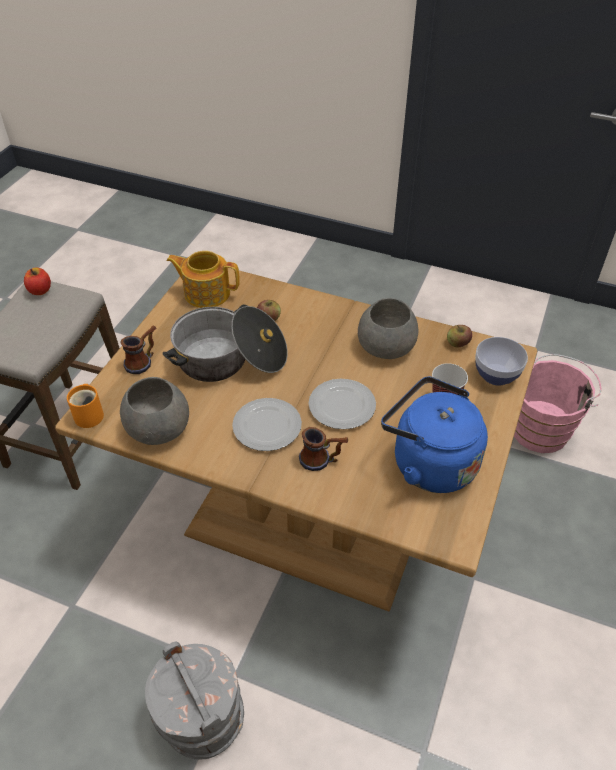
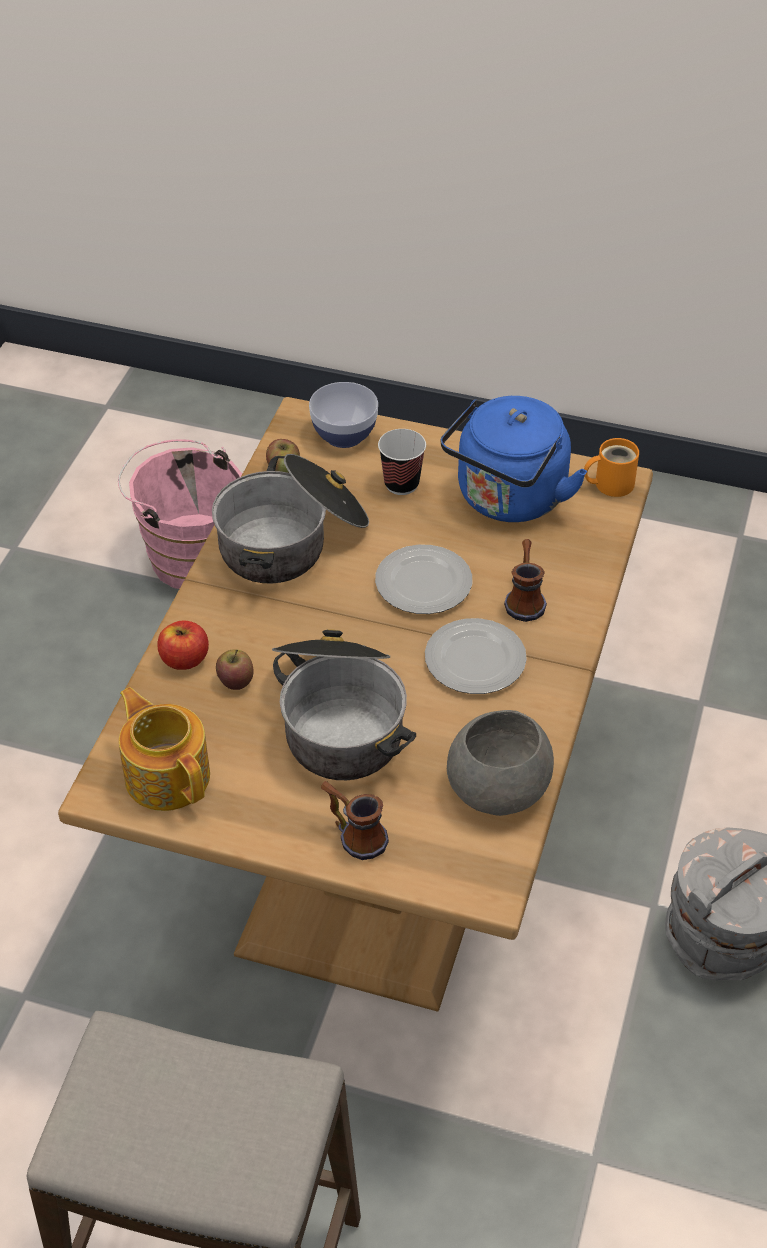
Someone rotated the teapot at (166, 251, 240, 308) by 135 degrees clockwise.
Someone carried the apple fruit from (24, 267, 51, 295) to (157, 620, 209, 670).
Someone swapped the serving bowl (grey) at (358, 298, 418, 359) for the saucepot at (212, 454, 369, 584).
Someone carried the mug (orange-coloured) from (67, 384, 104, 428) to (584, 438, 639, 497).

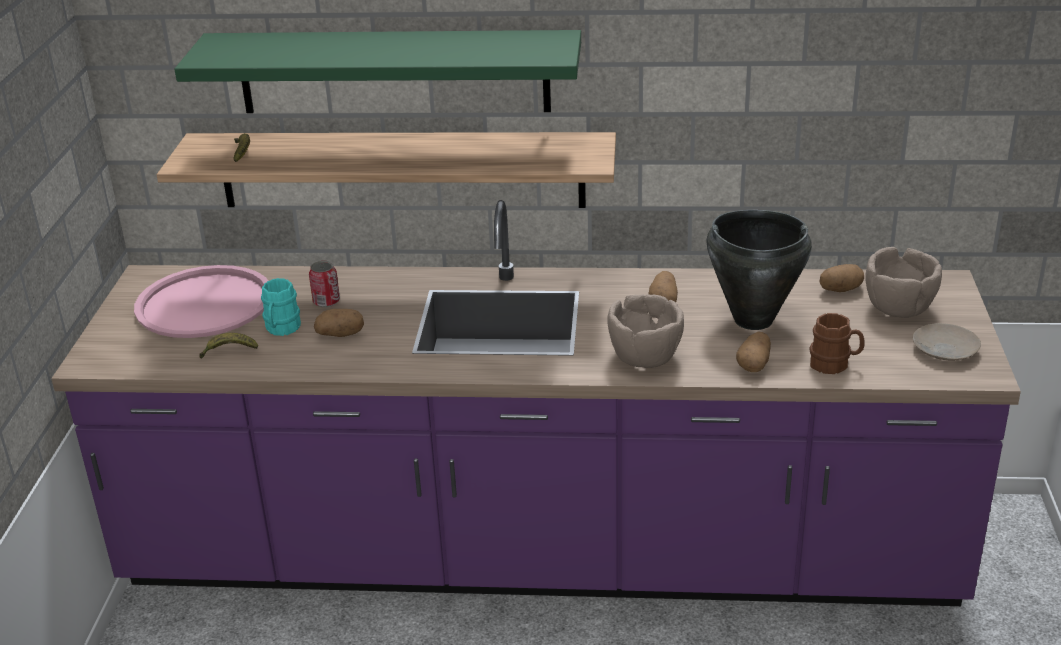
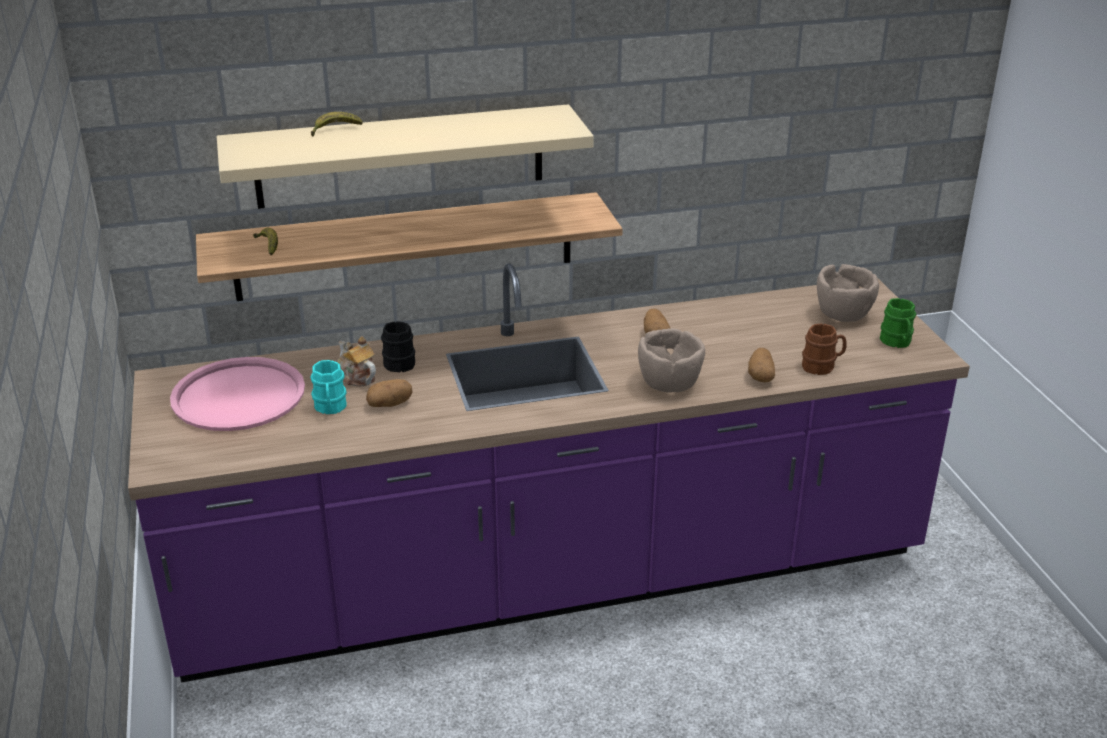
Someone repainted the shelf (green) at (175, 30, 581, 113), which became the shelf (beige-coloured) at (217, 104, 594, 209).
Someone took away the saucepot (black-coloured) at (706, 210, 812, 330).
Someone swapped the sealed can at (309, 261, 340, 308) for the teapot at (337, 336, 376, 386).
Someone took away the spud at (820, 264, 864, 292).
Someone swapped the dinner plate (beige-coloured) at (913, 323, 981, 361) for the mug (green) at (880, 298, 916, 348).
Someone carried the banana fruit from (199, 333, 258, 359) to (311, 112, 363, 137).
Someone put down the mug (black-coloured) at (381, 321, 415, 372).

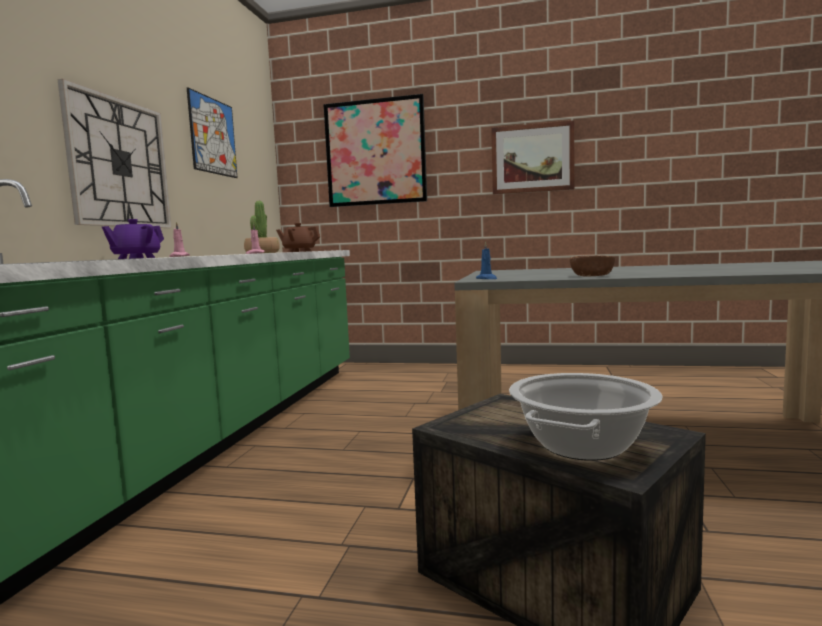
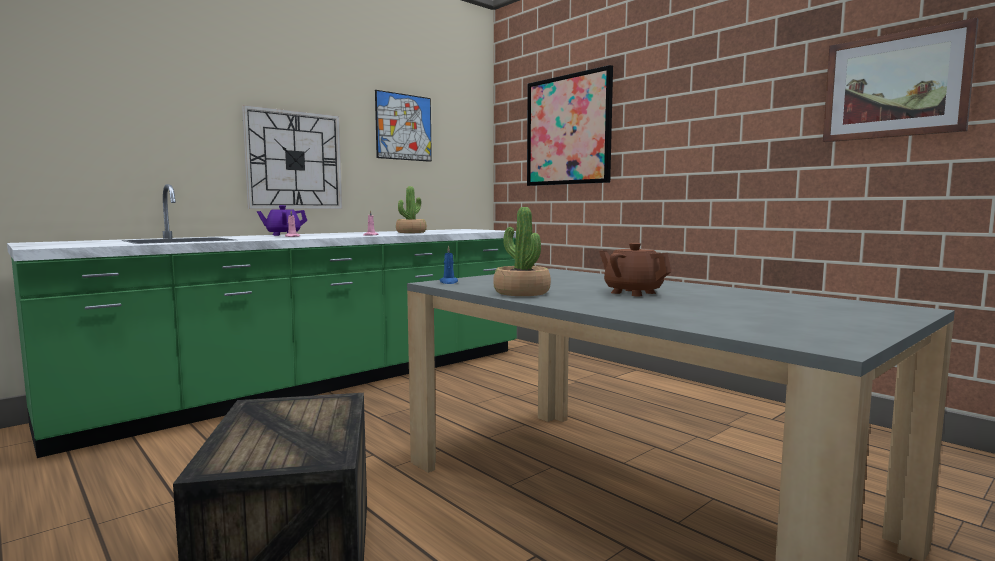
Someone carried the picture from (491, 120, 574, 194) to (823, 18, 979, 142).
Someone carried the teapot (brown-coloured) from (276, 223, 320, 252) to (599, 243, 671, 296).
Someone swapped the serving bowl (brown-coloured) at (570, 255, 615, 276) for the houseplant at (493, 207, 551, 296).
Someone took away the saucepot at (509, 373, 663, 461).

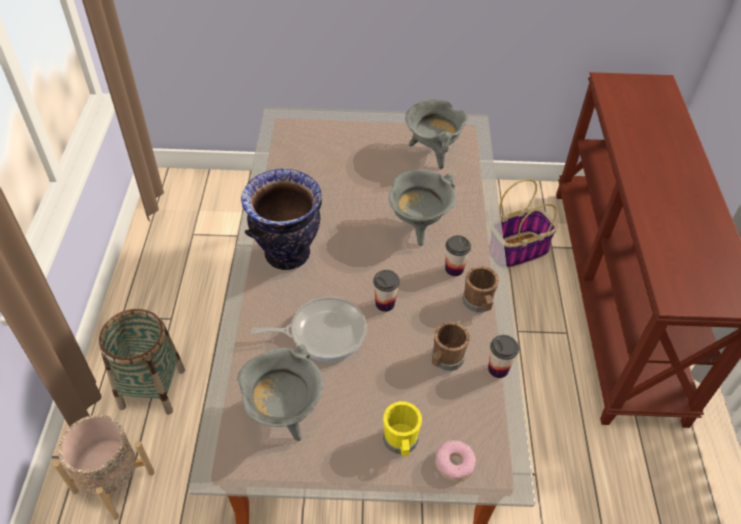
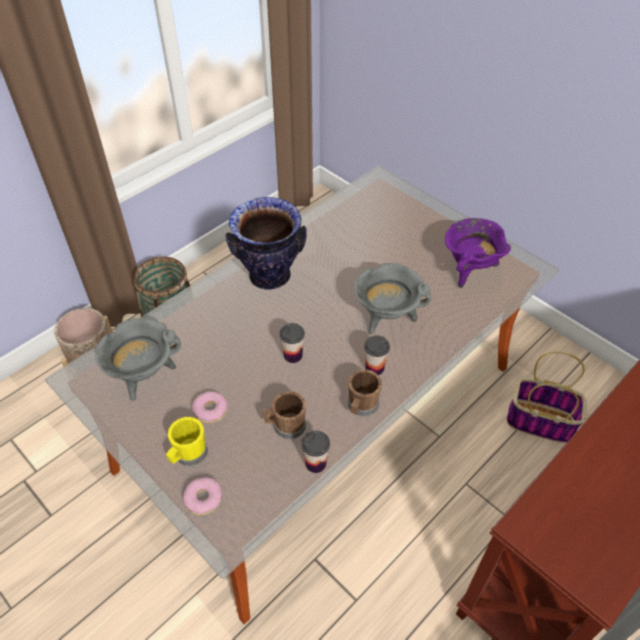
Someone repainted the saucepot (grey) at (405, 99, 469, 169), which became the saucepot (purplish) at (445, 218, 511, 288).
Someone took away the pan at (251, 297, 367, 361).
Someone put down the ring doughnut at (192, 391, 228, 424).

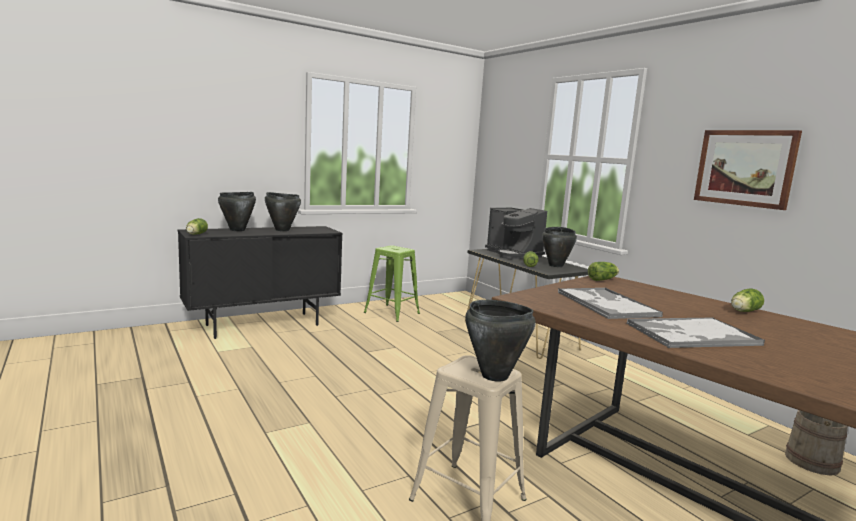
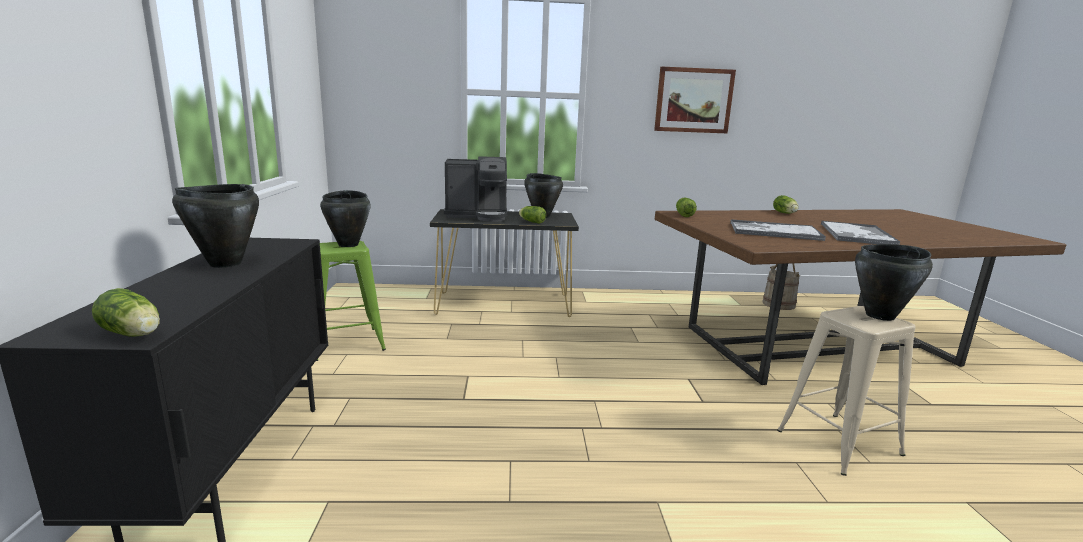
Someone carried the saucepot (black-coloured) from (218, 192, 256, 231) to (320, 190, 370, 247).

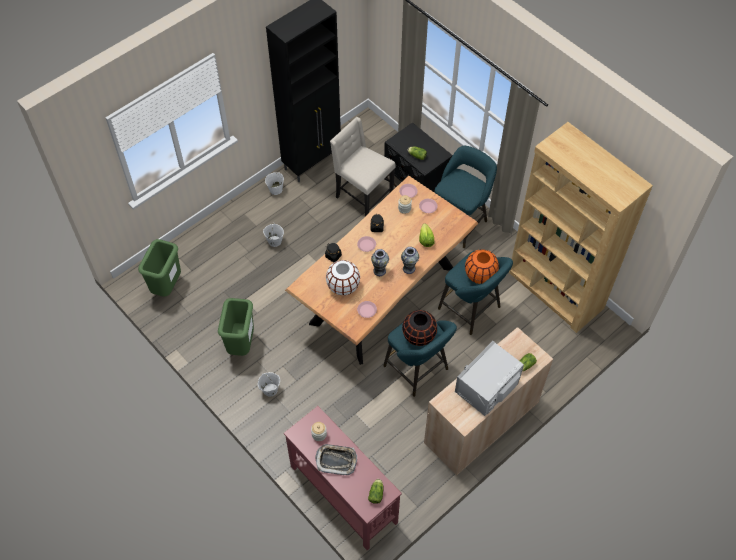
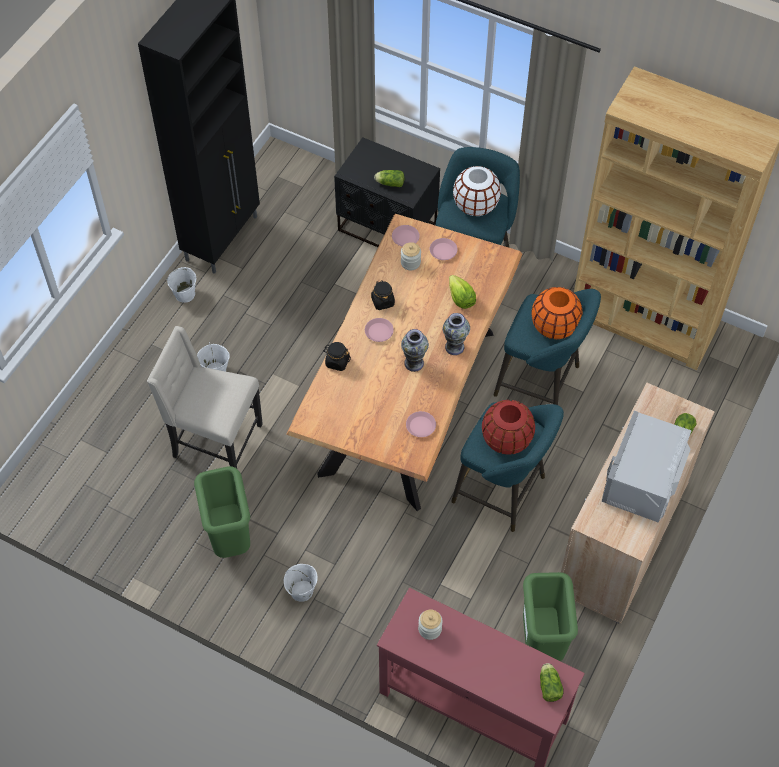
Someone carried the plain chair (beige-coloured) from (330, 117, 395, 216) to (147, 326, 263, 468).
Someone carried the waste bin (green) from (138, 239, 181, 297) to (523, 572, 578, 661).
Someone carried the flower vase (white) from (326, 260, 360, 296) to (453, 166, 501, 216).
Someone repainted the flower vase (black-coloured) at (402, 310, 437, 346), which became the flower vase (red) at (482, 400, 535, 455).
Someone took away the carrying tray at (315, 444, 357, 475).

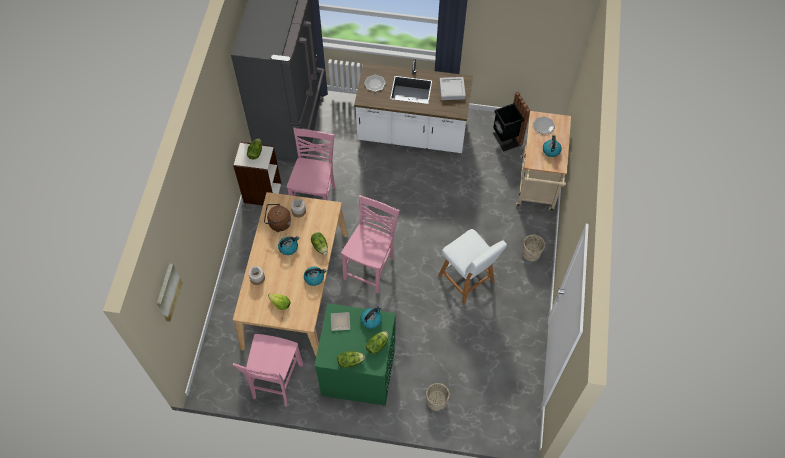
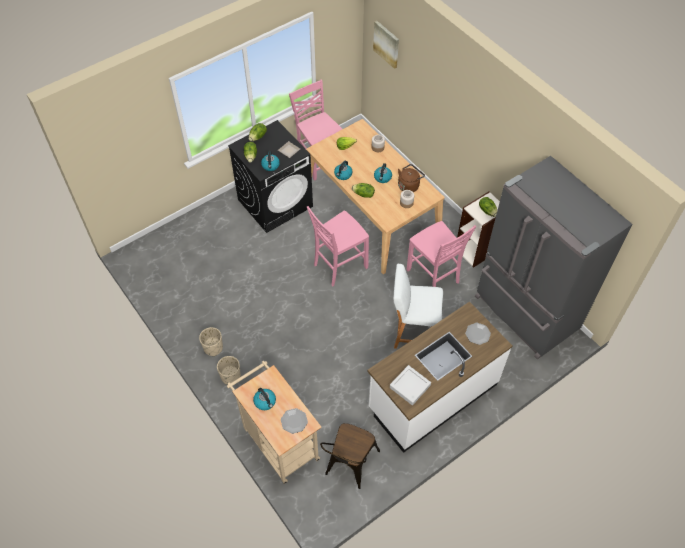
Someone swapped the waste bin (black-coloured) at (493, 92, 531, 151) for the plain chair (brown-coloured) at (320, 423, 380, 489).
Someone rotated the plain chair (pink) at (341, 195, 400, 294) by 75 degrees clockwise.
Someone carried the stool seat (white) from (438, 229, 507, 304) to (393, 264, 443, 349).
Someone repainted the laundry machine (green) at (314, 303, 396, 406), which became the laundry machine (black-coloured) at (228, 120, 313, 233).
Someone carried the flower pot (beige-coloured) from (426, 383, 449, 411) to (199, 327, 223, 356).

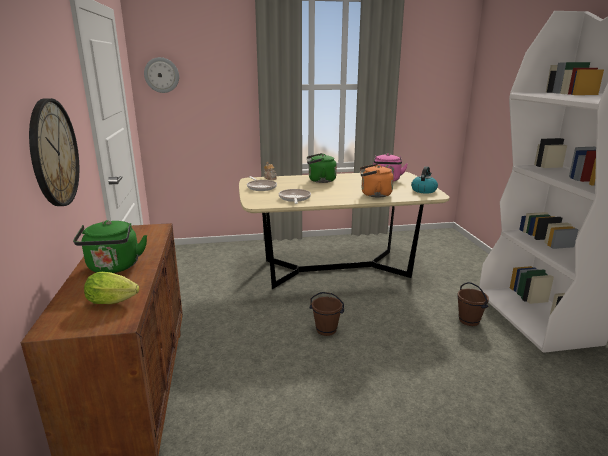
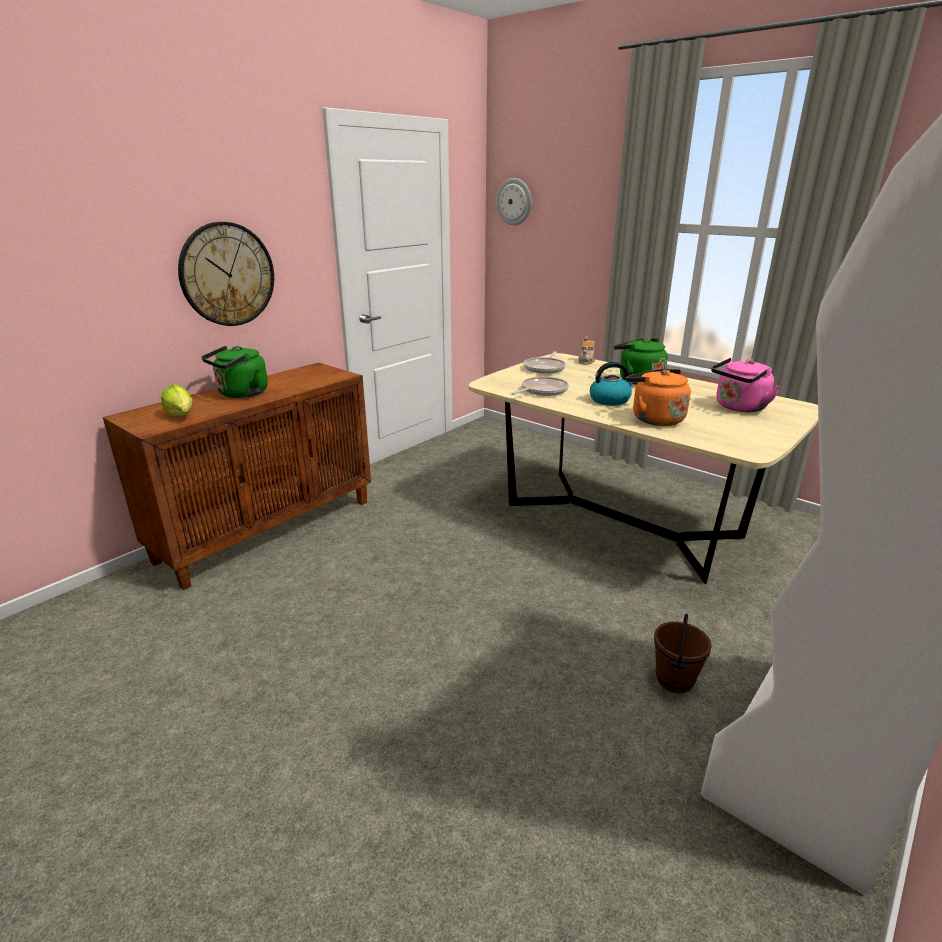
Someone carried the water kettle from (411, 166, 438, 193) to (590, 362, 634, 406).
Someone took away the pail (brown-coloured) at (310, 292, 344, 336).

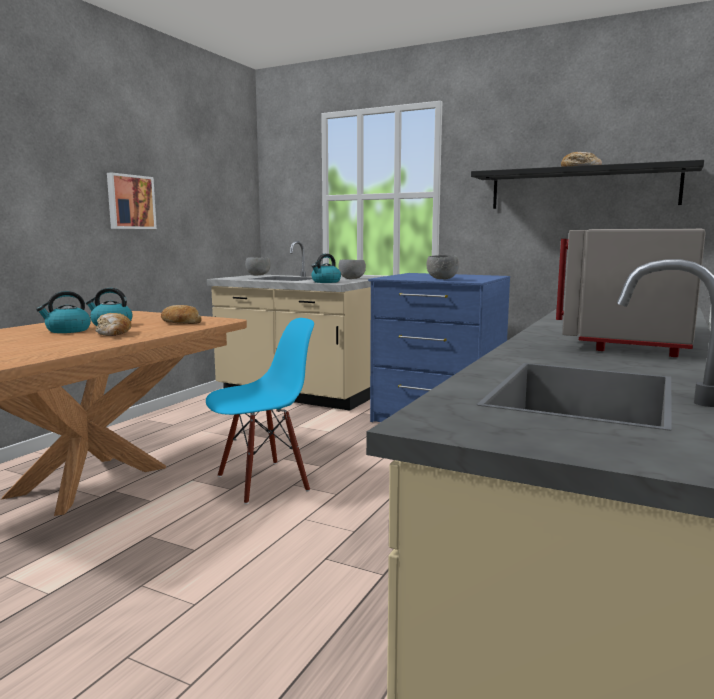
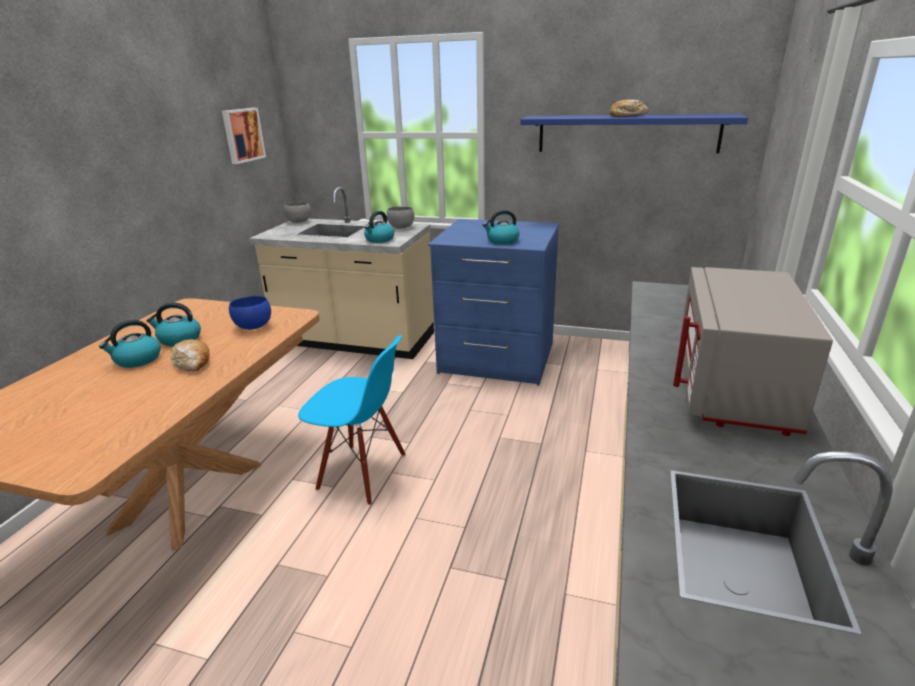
Someone repainted the shelf (black-coloured) at (471, 160, 704, 209), which became the shelf (bluish) at (520, 114, 748, 153).
Someone carried the picture from (107, 172, 157, 229) to (222, 108, 266, 164).
Someone swapped the serving bowl (grey) at (426, 255, 459, 279) for the water kettle at (483, 210, 520, 245).
Someone swapped the bakery bread at (161, 305, 202, 324) for the serving bowl (bluish) at (229, 296, 271, 330).
Someone rotated the plain chair (bluish) at (206, 318, 314, 504) by 60 degrees clockwise.

